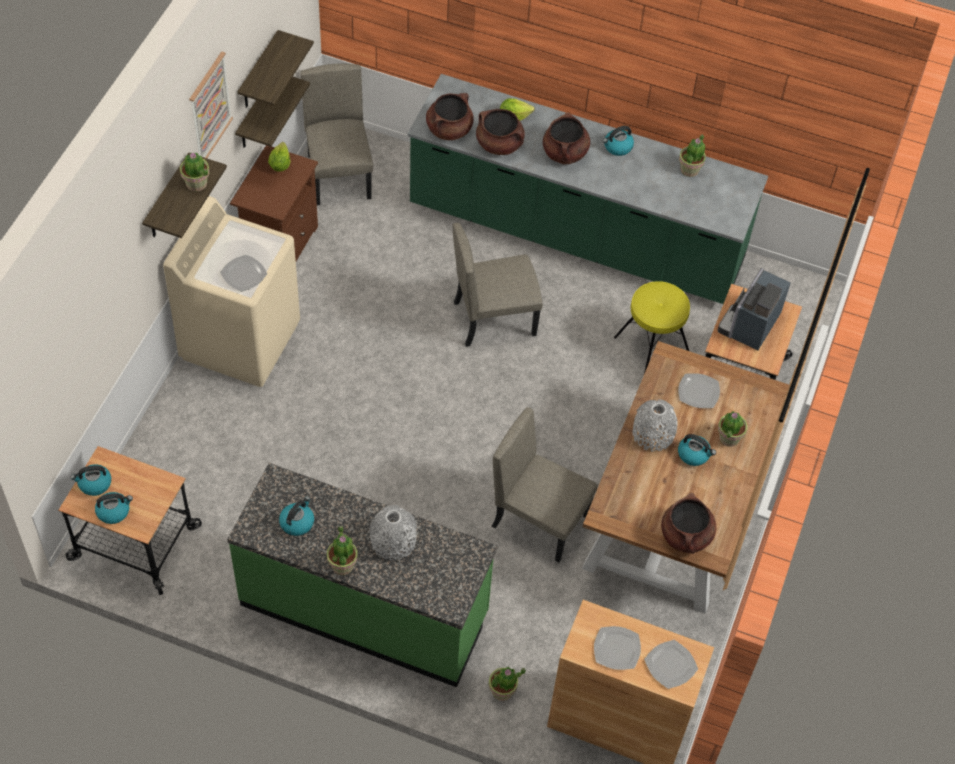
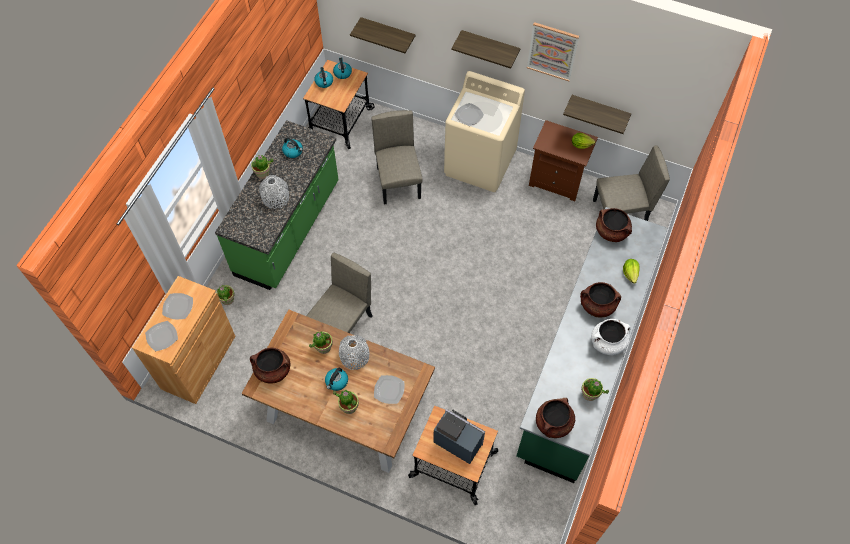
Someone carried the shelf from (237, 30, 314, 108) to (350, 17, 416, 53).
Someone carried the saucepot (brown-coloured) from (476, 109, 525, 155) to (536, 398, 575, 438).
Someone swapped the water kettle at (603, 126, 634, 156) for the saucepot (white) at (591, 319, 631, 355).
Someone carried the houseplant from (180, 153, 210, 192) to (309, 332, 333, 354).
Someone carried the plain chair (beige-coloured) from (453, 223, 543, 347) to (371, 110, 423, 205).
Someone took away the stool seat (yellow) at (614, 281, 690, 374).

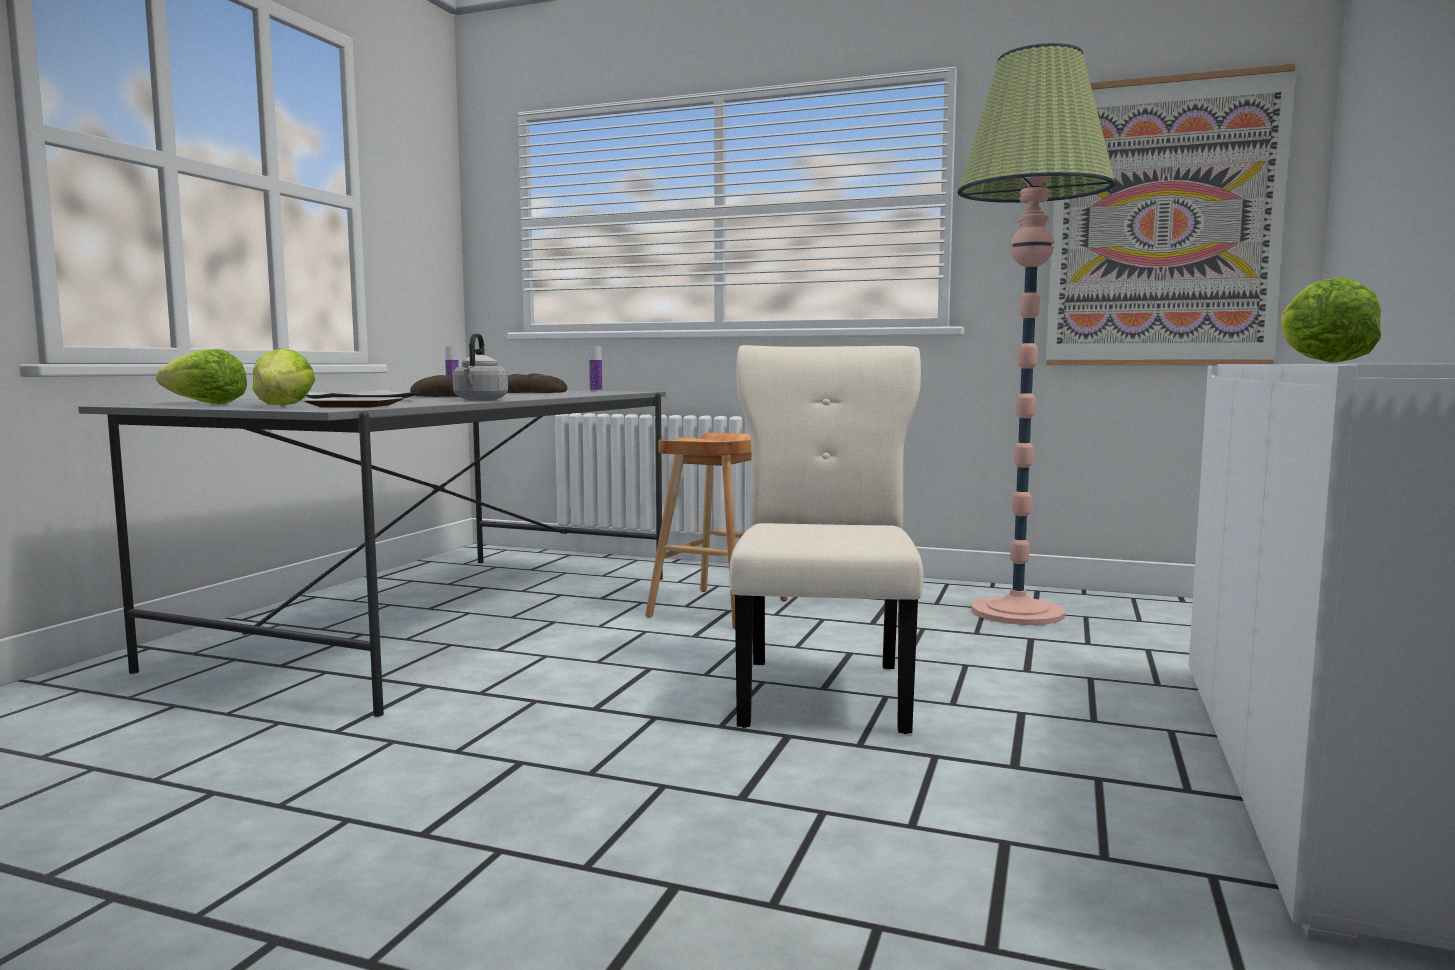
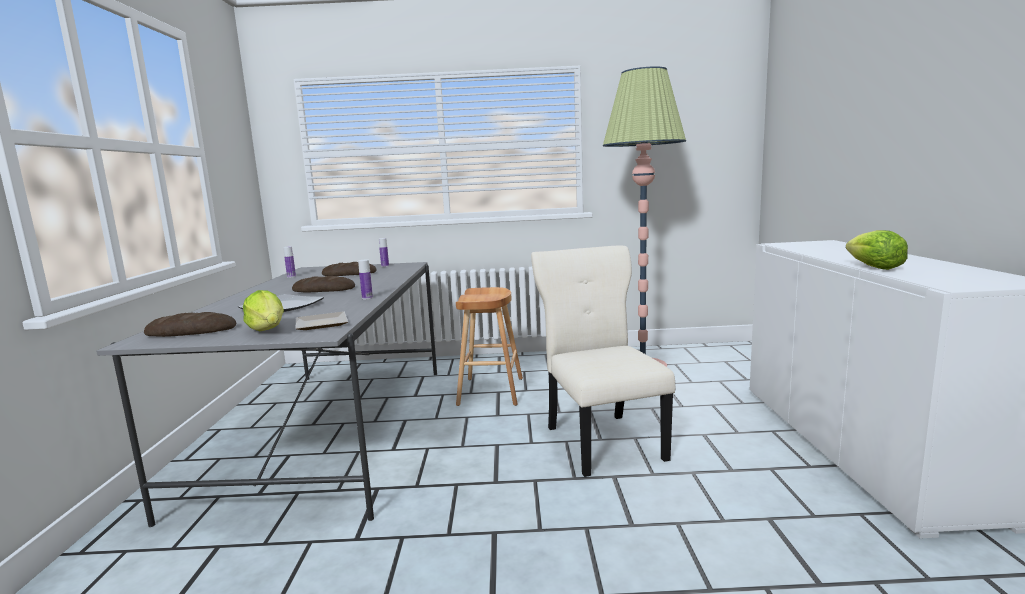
Someone took away the picture at (1046, 64, 1296, 366).
Someone swapped the water kettle (grey) at (453, 333, 508, 401) for the bottle at (358, 259, 373, 299).
Someone swapped the head of lettuce at (156, 349, 247, 404) for the bakery bread at (144, 312, 236, 337).

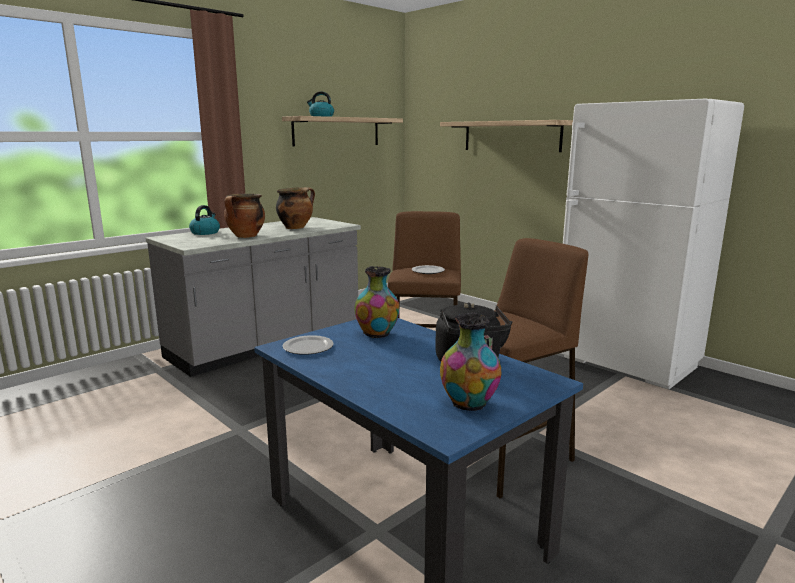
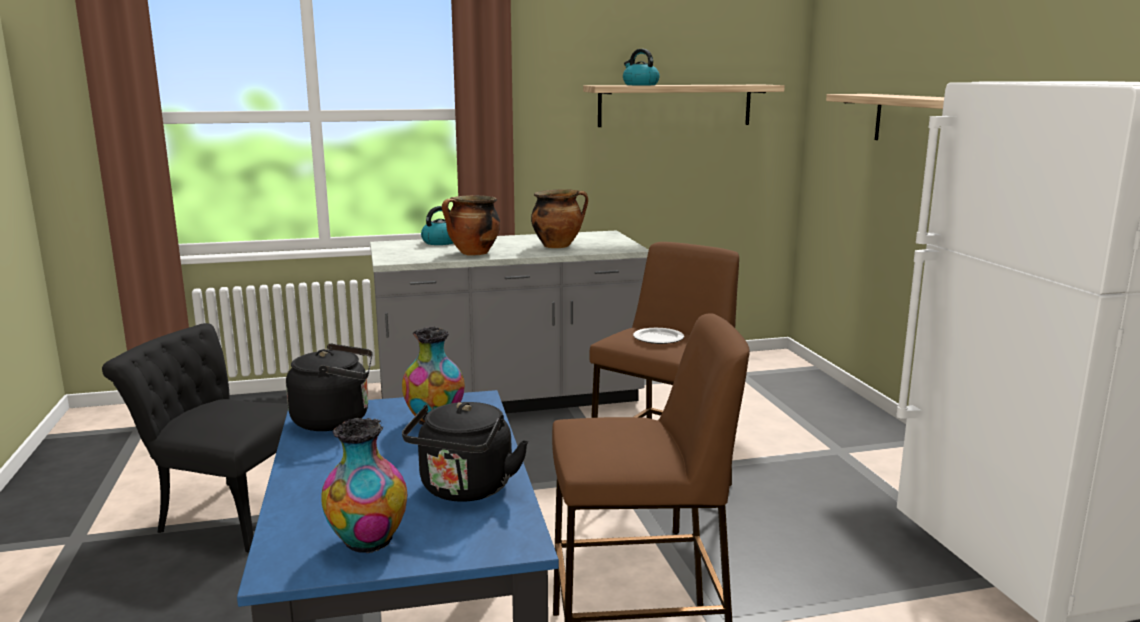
Someone swapped the dinner plate at (283, 335, 334, 355) for the water kettle (black-coloured) at (286, 344, 373, 431).
Someone put down the plain chair (black-coloured) at (102, 323, 288, 553).

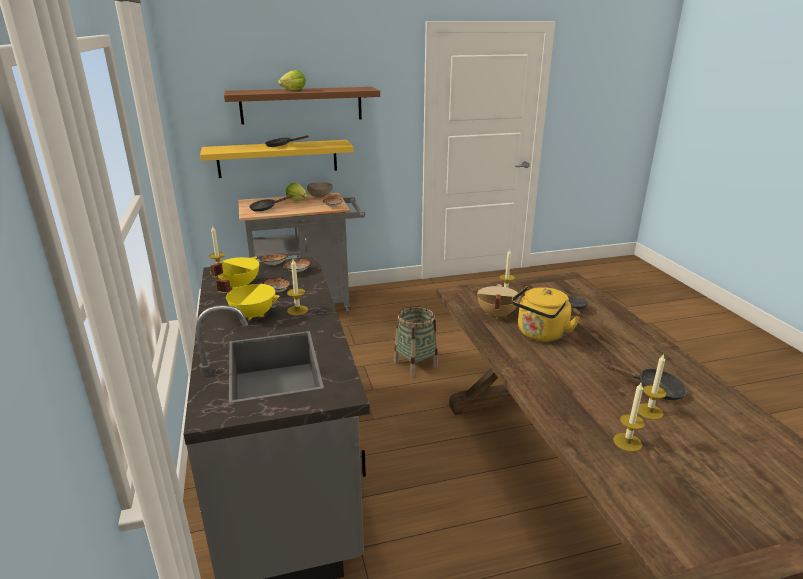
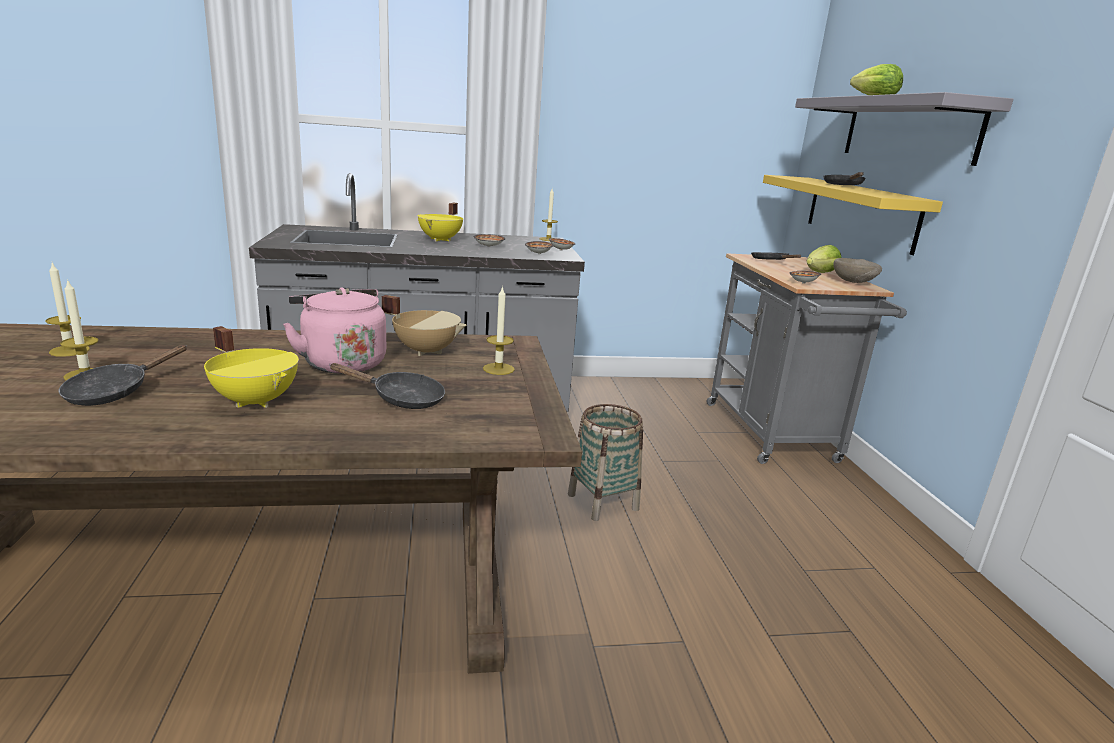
Someone repainted the shelf (brown-coloured) at (224, 87, 380, 125), which became the shelf (grey) at (795, 92, 1013, 166).
Someone carried the saucepot (yellow) from (210, 256, 259, 289) to (204, 326, 299, 408).
Someone took away the wax candle at (287, 259, 308, 316).
Someone repainted the water kettle (yellow) at (512, 286, 580, 342), which became the water kettle (pink) at (283, 288, 386, 374).

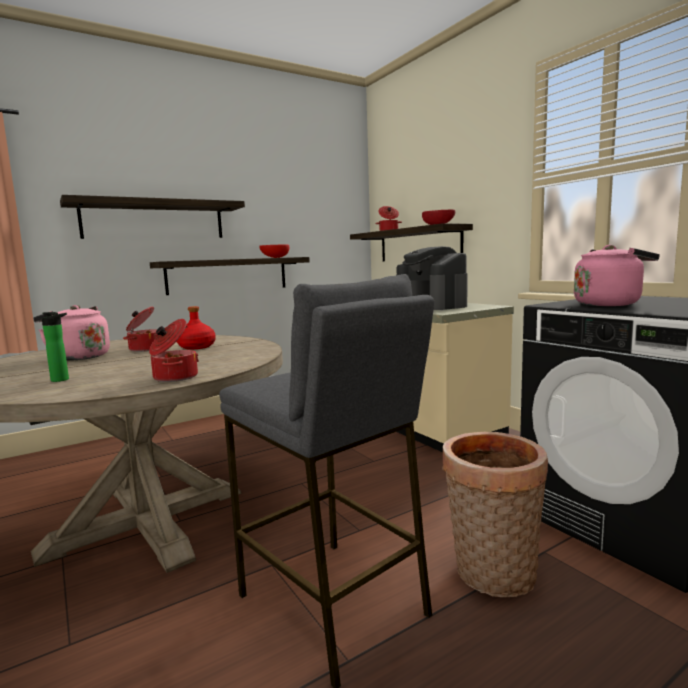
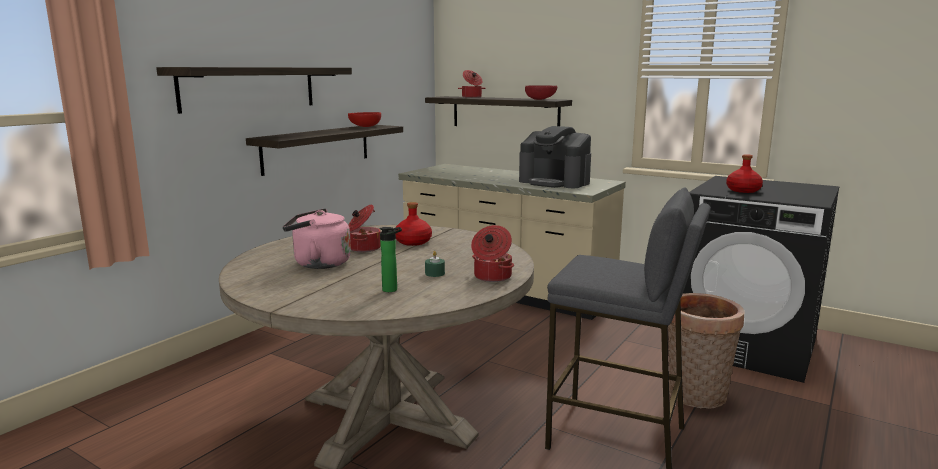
Someone swapped the water kettle (pink) at (574, 245, 660, 306) for the bottle (red) at (726, 154, 763, 193).
Someone put down the wax candle (green) at (425, 251, 445, 277).

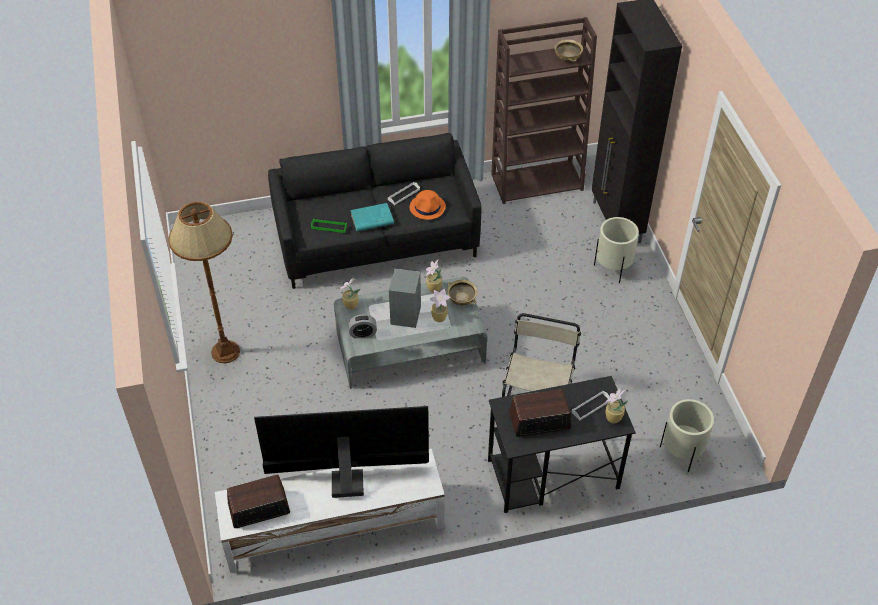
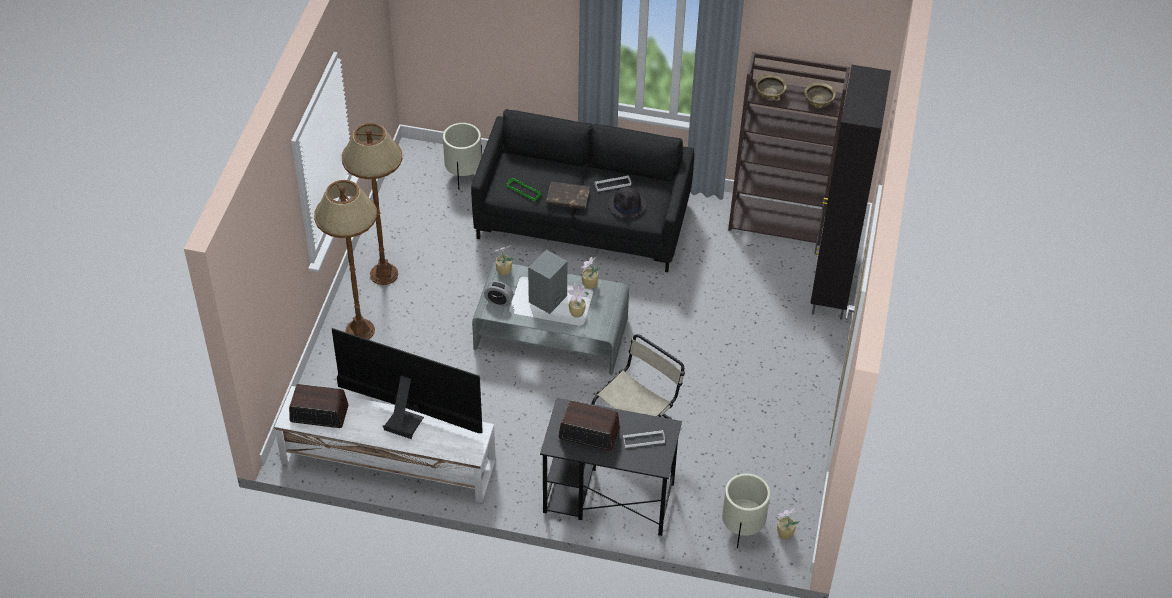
Someone repainted the clothing hat (orange-coloured) at (410, 190, 446, 220), which became the clothing hat (black-coloured) at (608, 187, 646, 218).
Someone repainted the bound book (blue-green) at (350, 203, 394, 231), which became the bound book (brown-coloured) at (546, 182, 589, 209).
Someone carried the flower pot (beige-coloured) from (594, 217, 639, 283) to (443, 123, 482, 190).
Someone carried the serving bowl (beige-coloured) from (447, 280, 477, 305) to (756, 75, 787, 101).
Someone carried the houseplant from (606, 388, 628, 423) to (777, 508, 800, 539).
Someone put down the standing lamp (brown-coloured) at (314, 180, 377, 339).

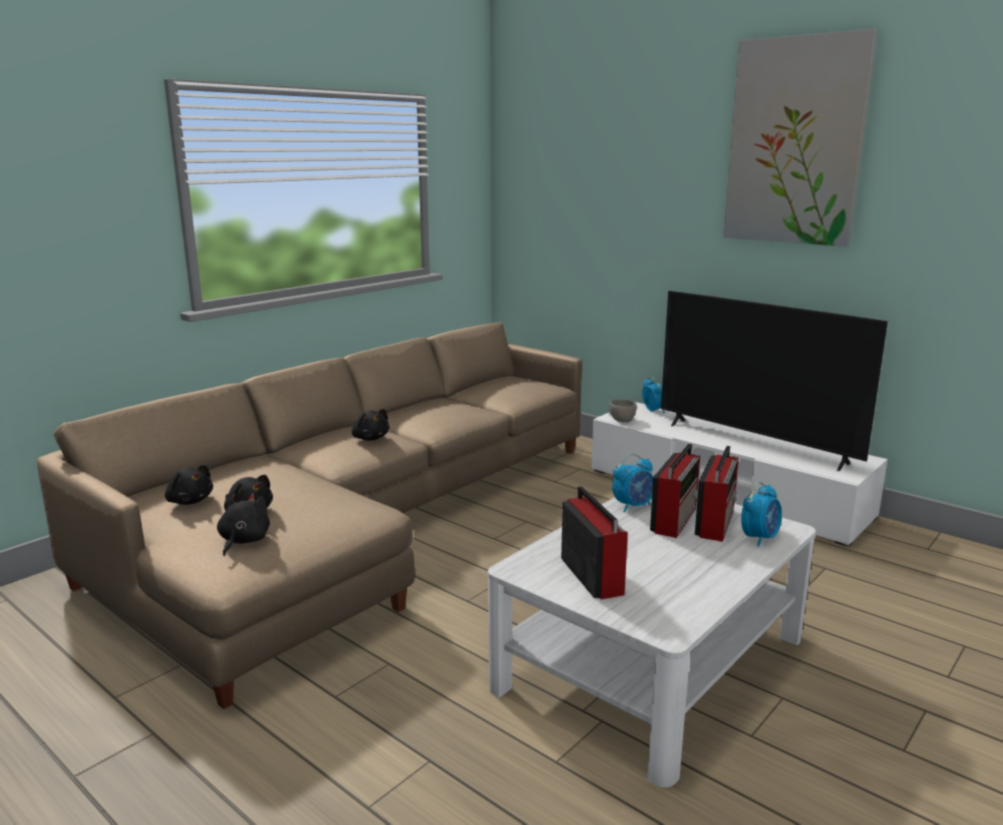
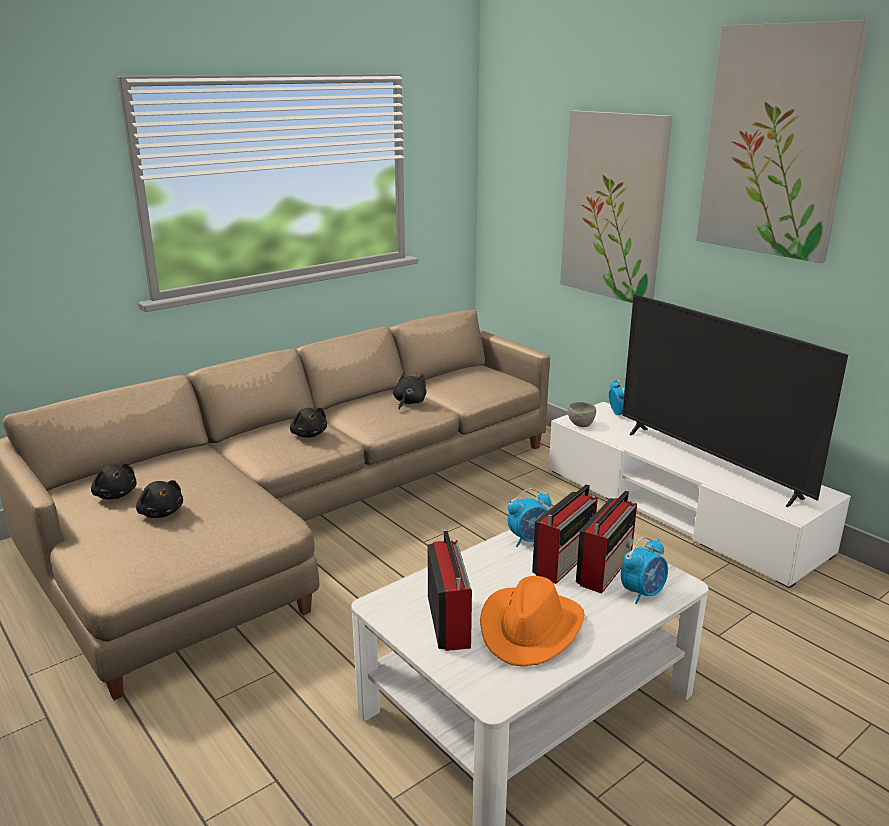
Someone carried the cuddly toy (black-coloured) from (217, 493, 270, 556) to (393, 371, 427, 410).
Someone put up the picture at (560, 111, 673, 303).
Someone put down the clothing hat (orange-coloured) at (480, 576, 584, 666).

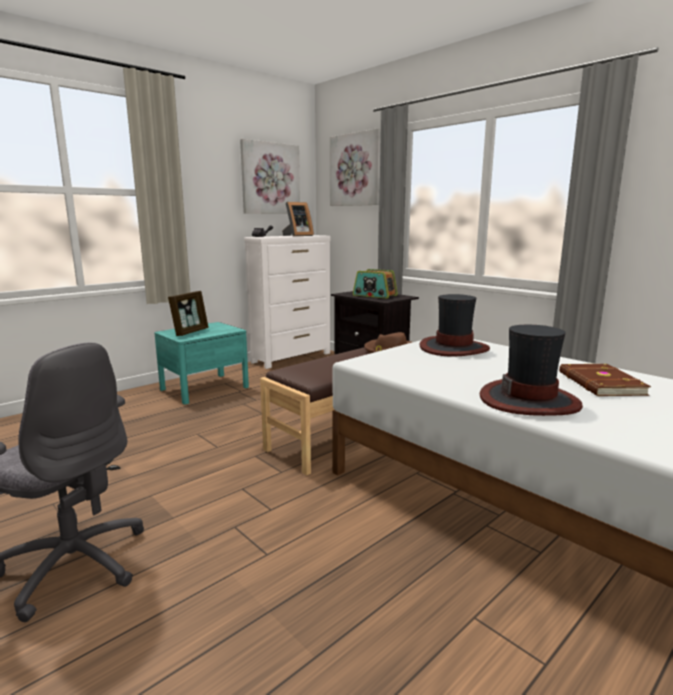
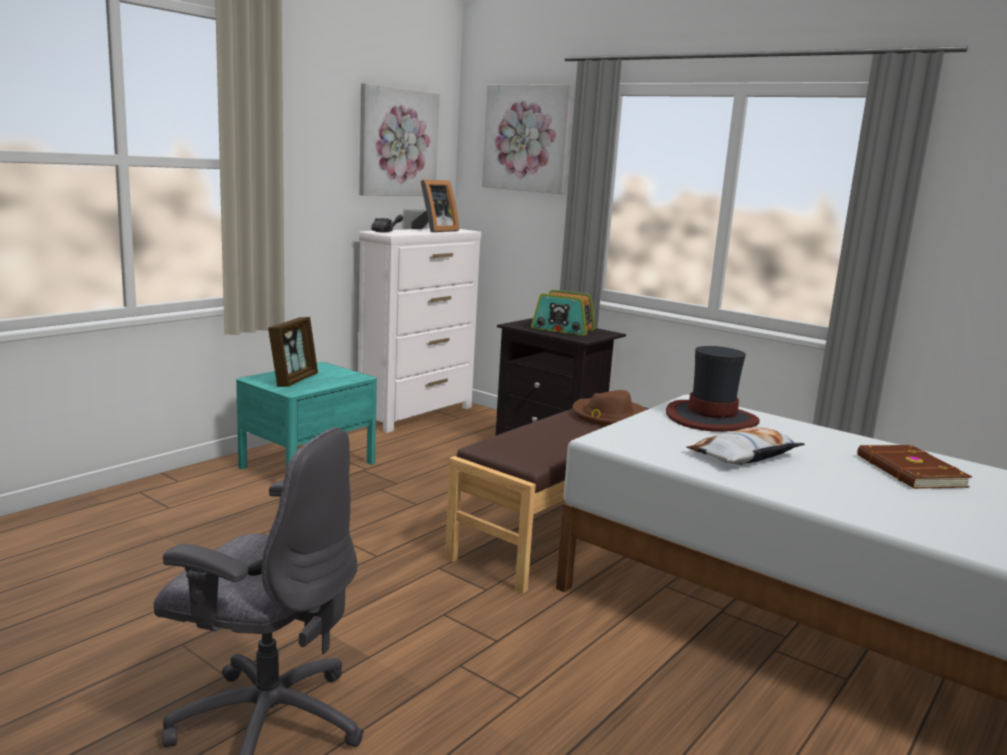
Someone took away the clothing hat at (480, 325, 583, 416).
Someone put down the pillow at (687, 427, 805, 465).

